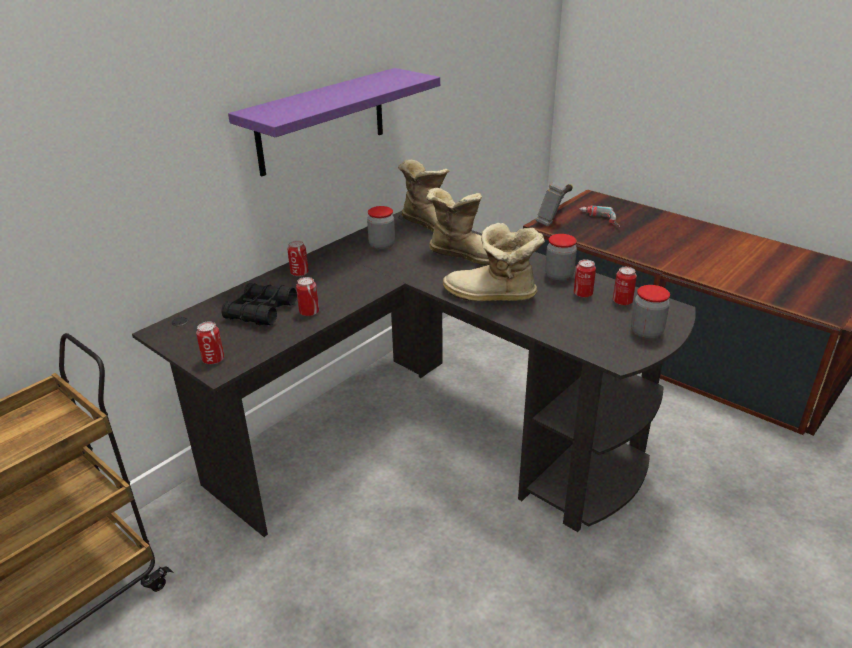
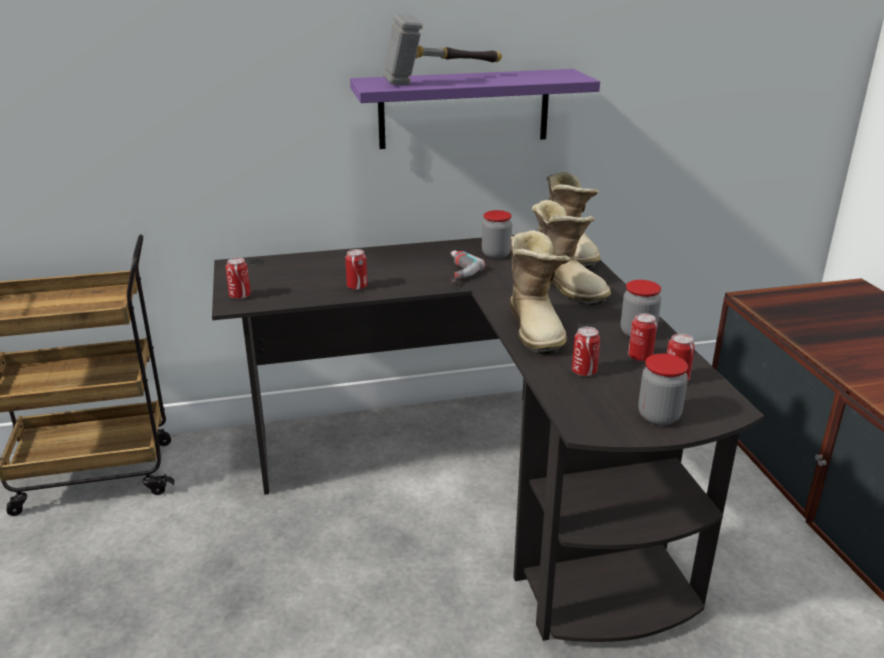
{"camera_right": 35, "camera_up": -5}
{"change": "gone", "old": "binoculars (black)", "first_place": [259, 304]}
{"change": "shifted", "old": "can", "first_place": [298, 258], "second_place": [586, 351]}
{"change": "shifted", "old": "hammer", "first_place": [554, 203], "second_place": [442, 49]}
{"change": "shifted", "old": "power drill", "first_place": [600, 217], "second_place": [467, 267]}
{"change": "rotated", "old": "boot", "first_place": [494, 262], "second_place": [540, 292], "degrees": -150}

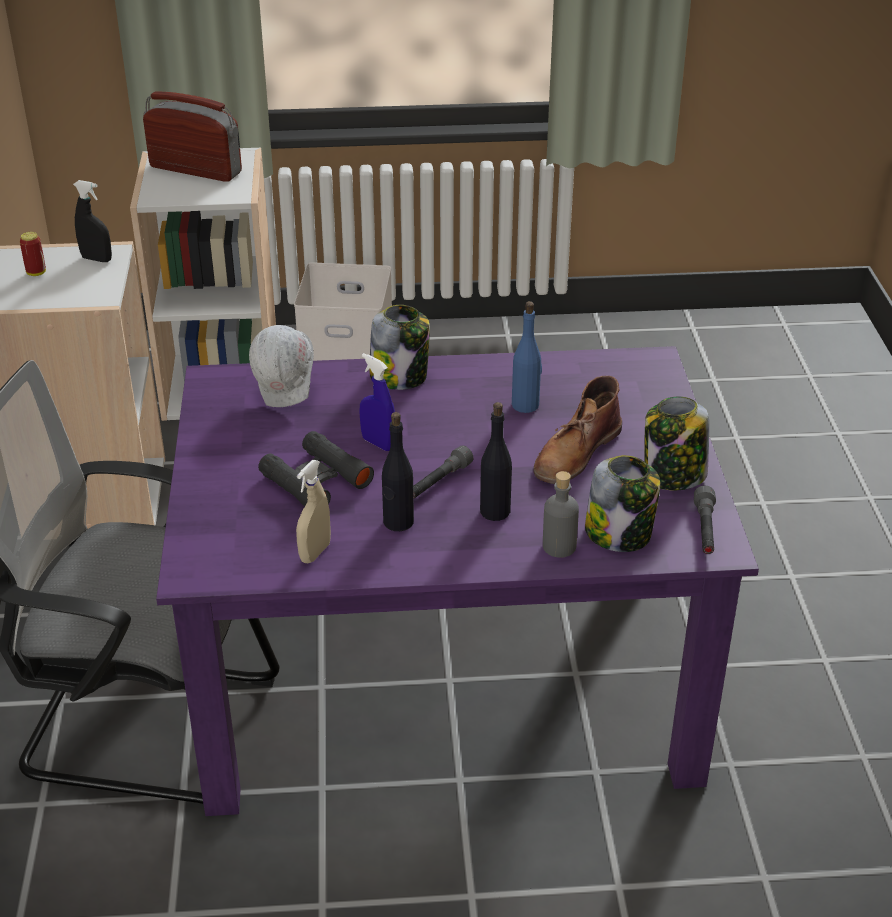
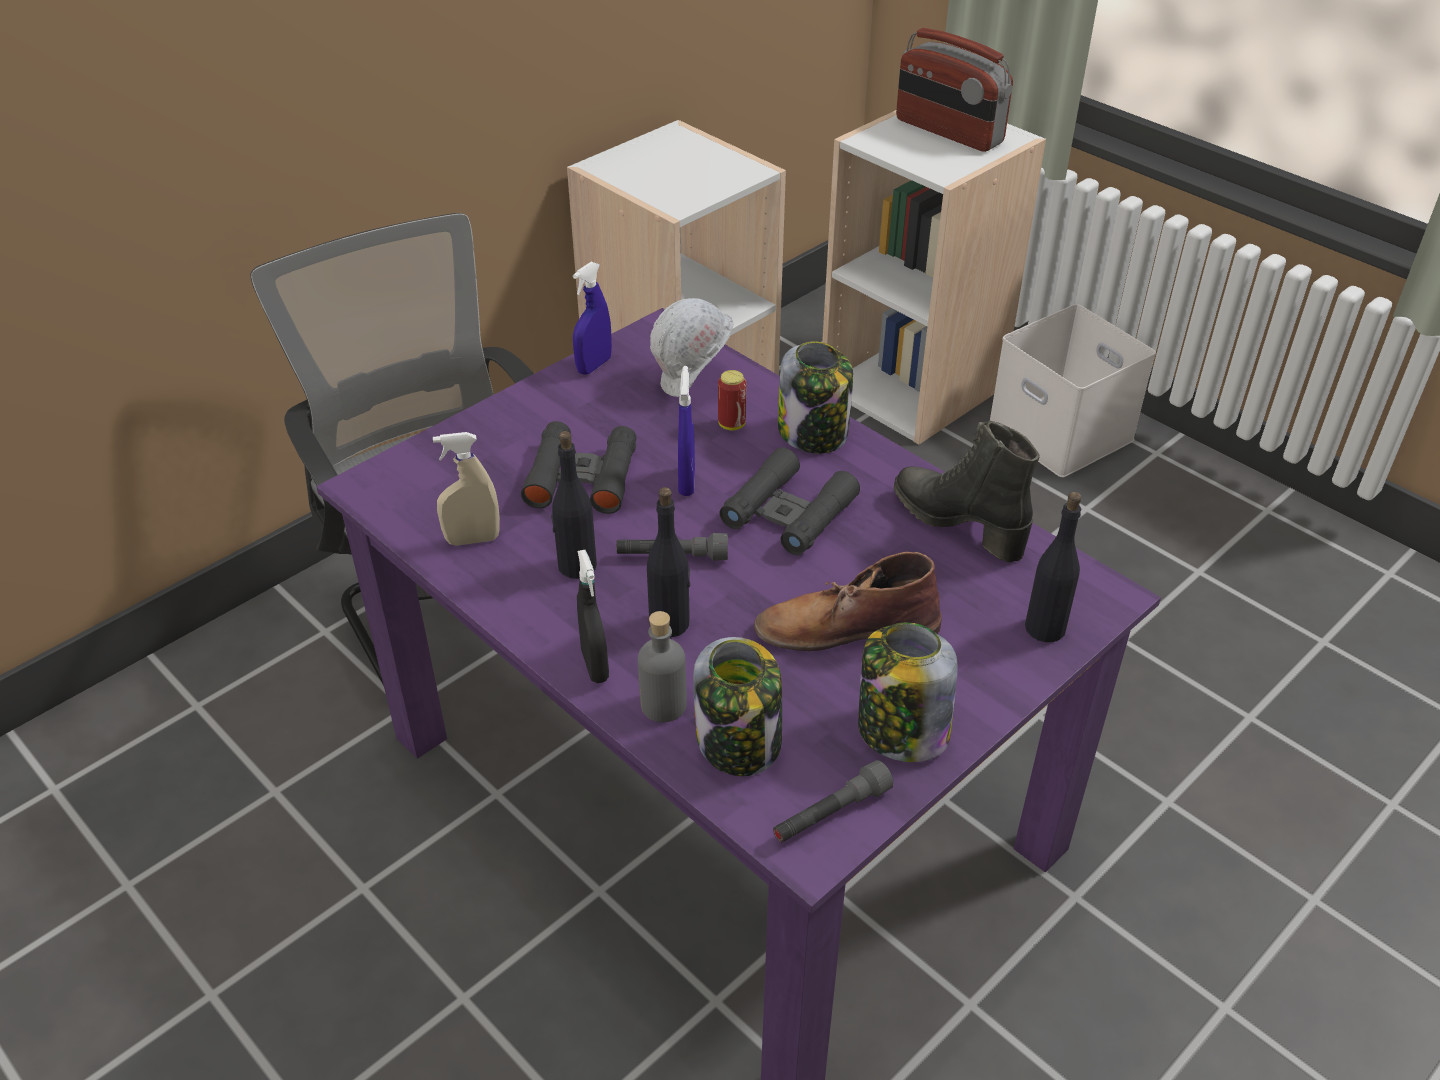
{"camera_right": 50, "camera_up": 5}
{"change": "gone", "old": "bottle (blue)", "first_place": [527, 357]}
{"change": "new", "new": "spray bottle (blue)", "second_place": [592, 318]}
{"change": "new", "new": "binoculars (black)", "second_place": [790, 501]}
{"change": "new", "new": "boot (black)", "second_place": [967, 492]}
{"change": "new", "new": "bottle (black)", "second_place": [1053, 567]}
{"change": "shifted", "old": "can", "first_place": [33, 254], "second_place": [732, 400]}
{"change": "shifted", "old": "spray bottle (black)", "first_place": [92, 221], "second_place": [593, 616]}
{"change": "rotated", "old": "radio", "first_place": [192, 136], "second_place": [954, 90], "degrees": 150}

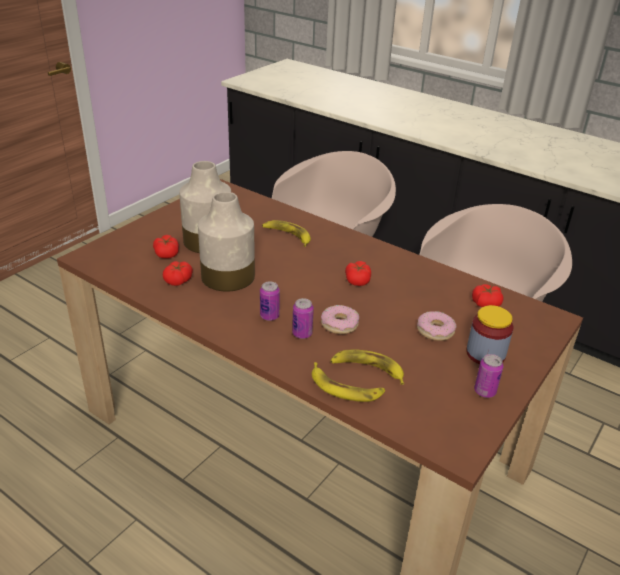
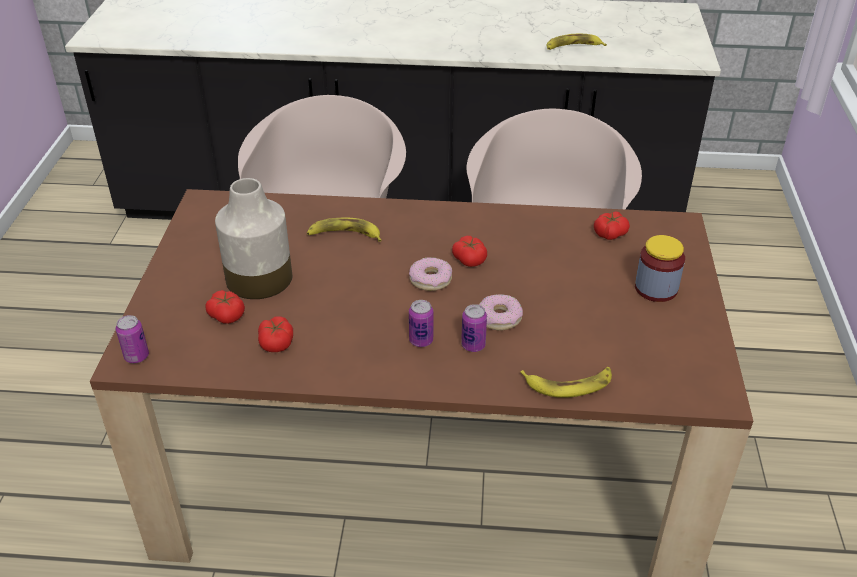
{"camera_right": -30, "camera_up": 5}
{"change": "gone", "old": "vase (beige)", "first_place": [226, 242]}
{"change": "shifted", "old": "banana", "first_place": [367, 367], "second_place": [577, 42]}
{"change": "shifted", "old": "donut", "first_place": [437, 326], "second_place": [430, 274]}
{"change": "shifted", "old": "can", "first_place": [488, 376], "second_place": [132, 339]}

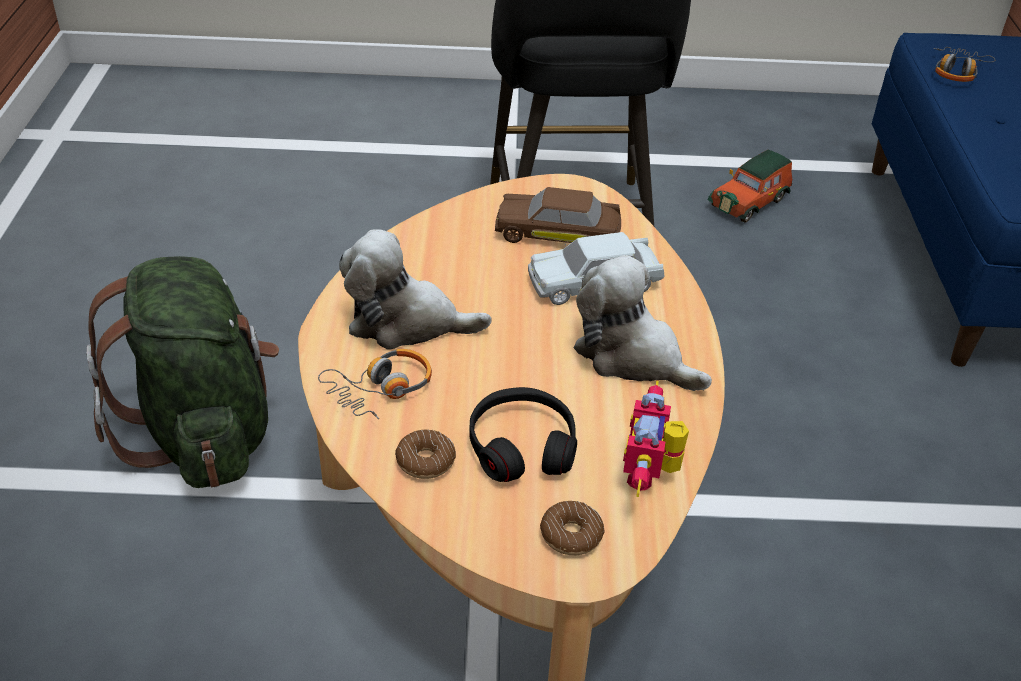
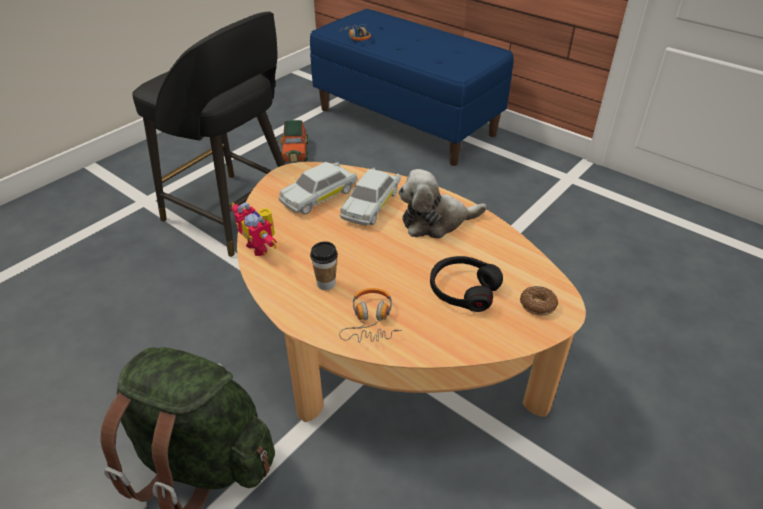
{"camera_right": -50, "camera_up": 0}
{"change": "gone", "old": "donut", "first_place": [425, 454]}
{"change": "shifted", "old": "toy robot", "first_place": [656, 438], "second_place": [254, 229]}
{"change": "swapped", "old": "plush toy", "new": "cup", "first_place": [415, 289], "second_place": [324, 265]}
{"change": "repainted", "old": "toy car (brown)", "new": "toy car (white)", "first_place": [558, 215], "second_place": [318, 188]}

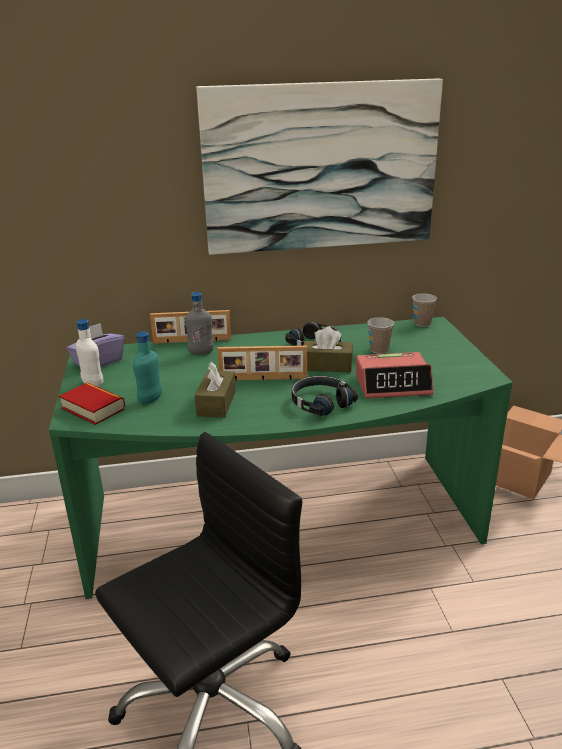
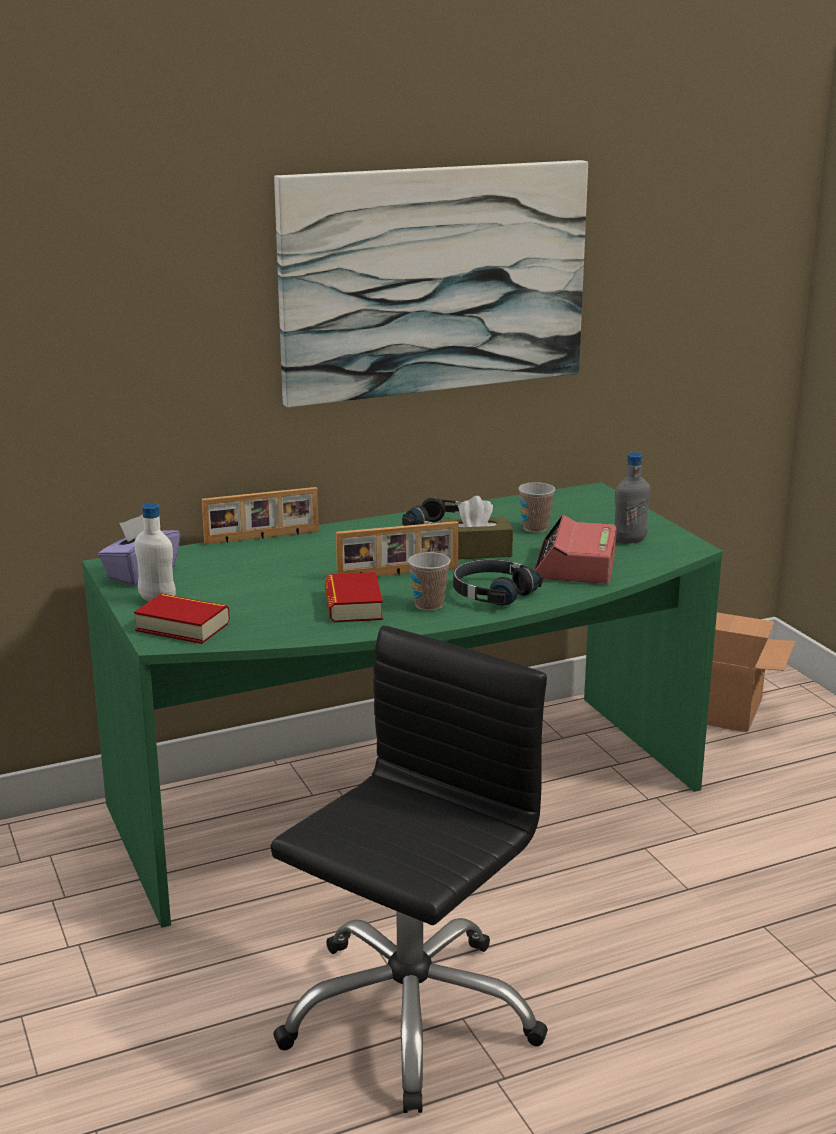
{"camera_right": -15, "camera_up": -5}
{"change": "gone", "old": "bottle (turquoise)", "first_place": [147, 368]}
{"change": "shifted", "old": "bottle (grey)", "first_place": [199, 323], "second_place": [632, 498]}
{"change": "shifted", "old": "cup", "first_place": [424, 310], "second_place": [429, 581]}
{"change": "swapped", "old": "tissue box (brown)", "new": "book", "first_place": [215, 390], "second_place": [354, 597]}
{"change": "rotated", "old": "alarm clock", "first_place": [395, 375], "second_place": [575, 549], "degrees": 120}

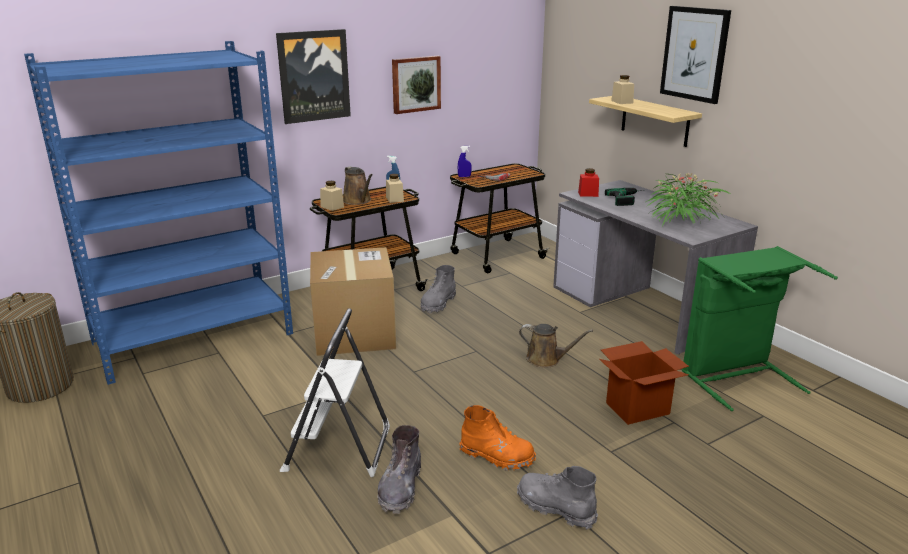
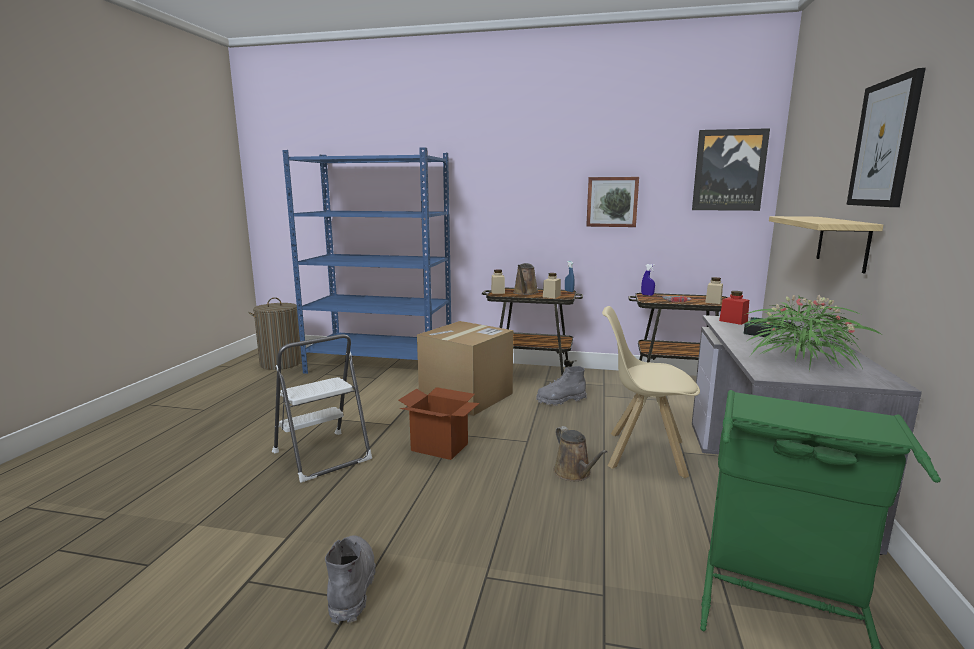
{"camera_right": 45, "camera_up": -10}
{"change": "gone", "old": "boot (grey)", "first_place": [399, 469]}
{"change": "gone", "old": "boot (orange)", "first_place": [497, 438]}
{"change": "new", "new": "chair (beige)", "second_place": [651, 392]}
{"change": "shifted", "old": "picture", "first_place": [313, 76], "second_place": [731, 169]}
{"change": "shifted", "old": "cardboard box", "first_place": [644, 383], "second_place": [439, 423]}
{"change": "shifted", "old": "jar (beige)", "first_place": [622, 89], "second_place": [714, 290]}

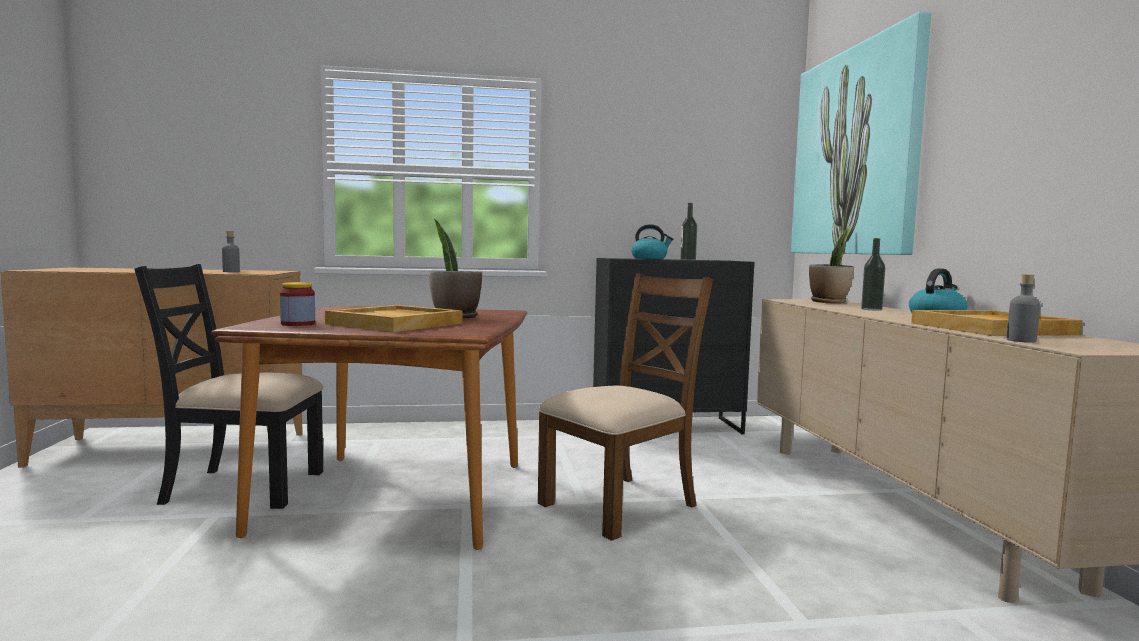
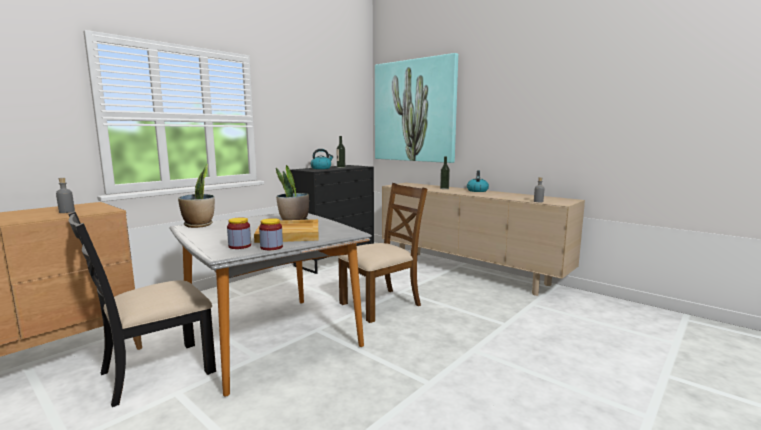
{"camera_right": -40, "camera_up": 5}
{"change": "gone", "old": "tray (beige)", "first_place": [997, 323]}
{"change": "new", "new": "jar", "second_place": [271, 234]}
{"change": "shifted", "old": "potted plant", "first_place": [831, 264], "second_place": [196, 196]}
{"change": "repainted", "old": "dining table (brown)", "new": "dining table (grey)", "first_place": [369, 428], "second_place": [270, 305]}
{"change": "rotated", "old": "chair (brown)", "first_place": [625, 407], "second_place": [382, 253], "degrees": 45}

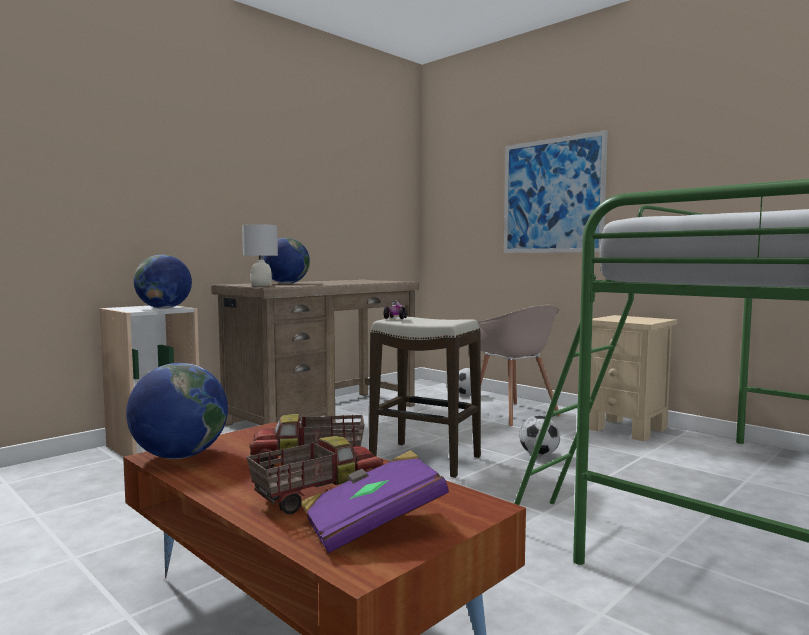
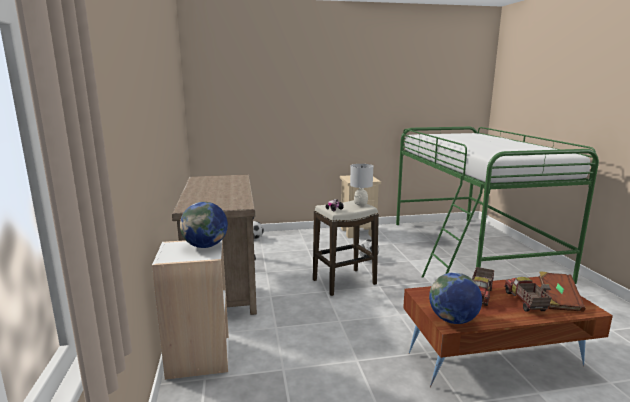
{"camera_right": -55, "camera_up": 10}
{"change": "gone", "old": "globe", "first_place": [286, 261]}
{"change": "gone", "old": "chair (beige)", "first_place": [519, 365]}
{"change": "gone", "old": "picture", "first_place": [556, 191]}
{"change": "shifted", "old": "table lamp (grey)", "first_place": [260, 255], "second_place": [361, 185]}
{"change": "repainted", "old": "book (purple)", "new": "book (brown)", "first_place": [375, 501], "second_place": [562, 291]}

